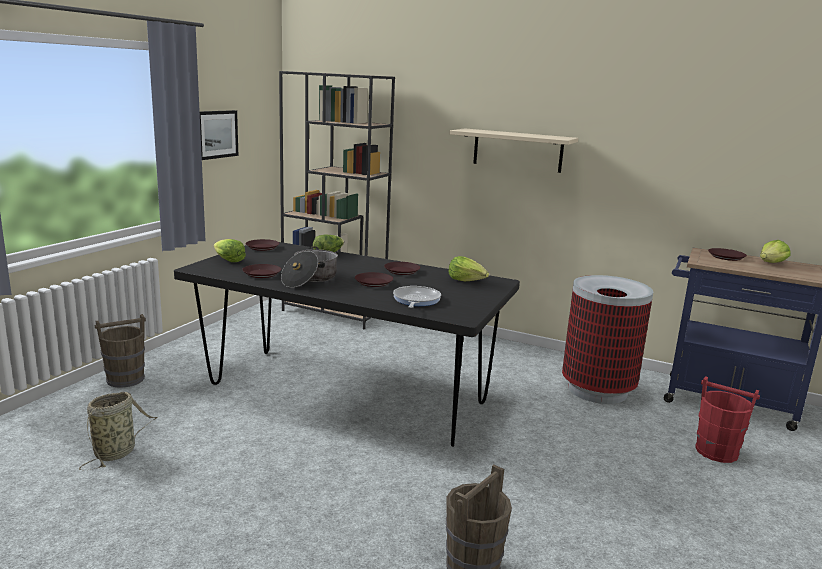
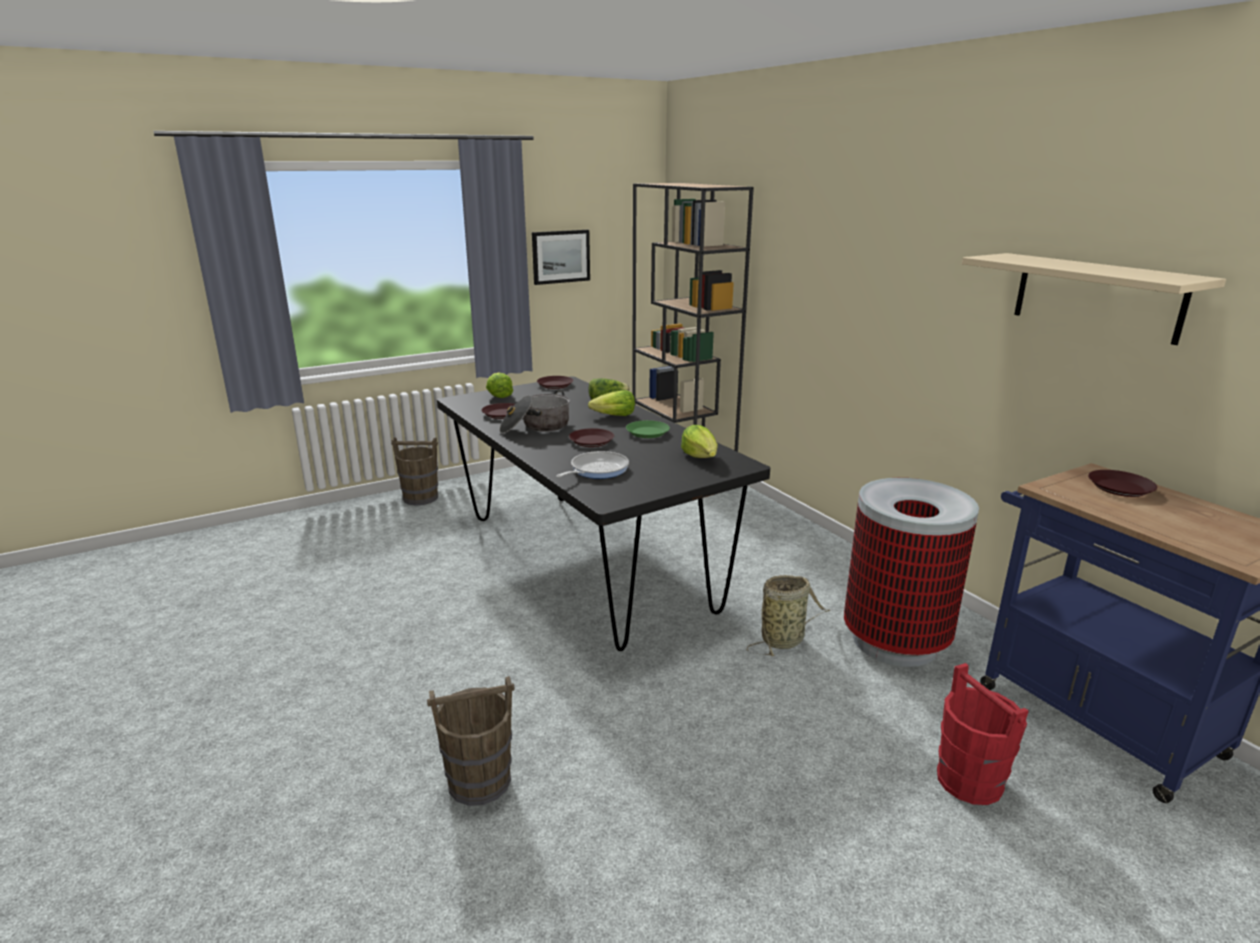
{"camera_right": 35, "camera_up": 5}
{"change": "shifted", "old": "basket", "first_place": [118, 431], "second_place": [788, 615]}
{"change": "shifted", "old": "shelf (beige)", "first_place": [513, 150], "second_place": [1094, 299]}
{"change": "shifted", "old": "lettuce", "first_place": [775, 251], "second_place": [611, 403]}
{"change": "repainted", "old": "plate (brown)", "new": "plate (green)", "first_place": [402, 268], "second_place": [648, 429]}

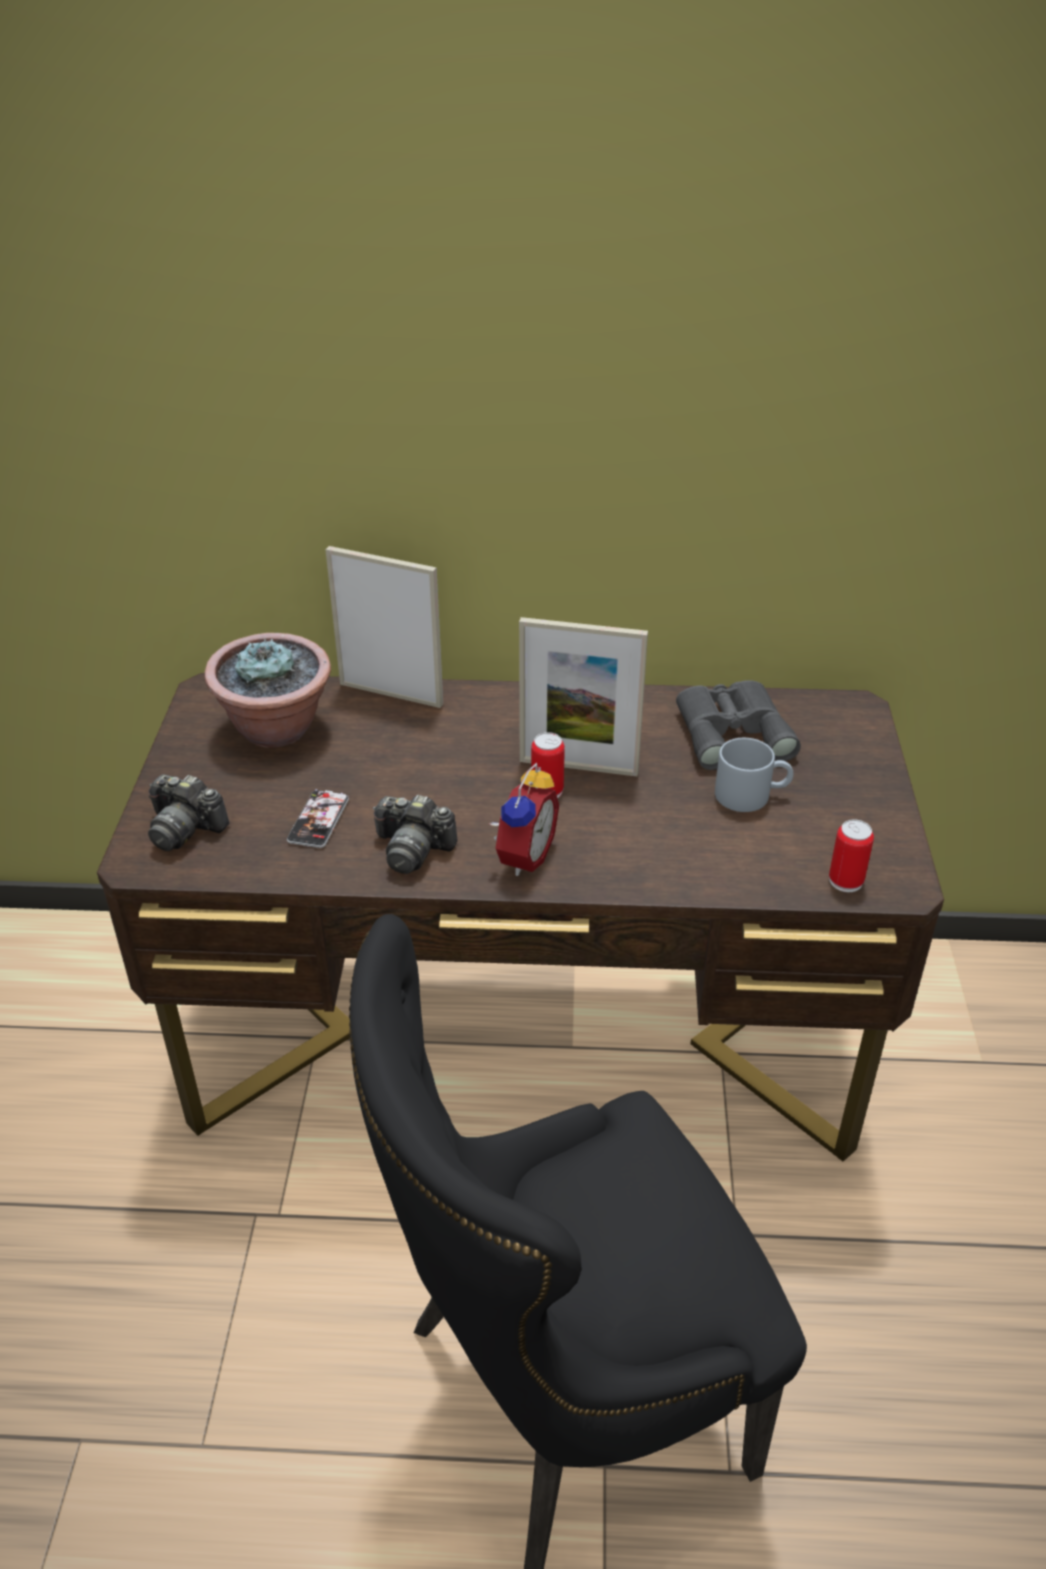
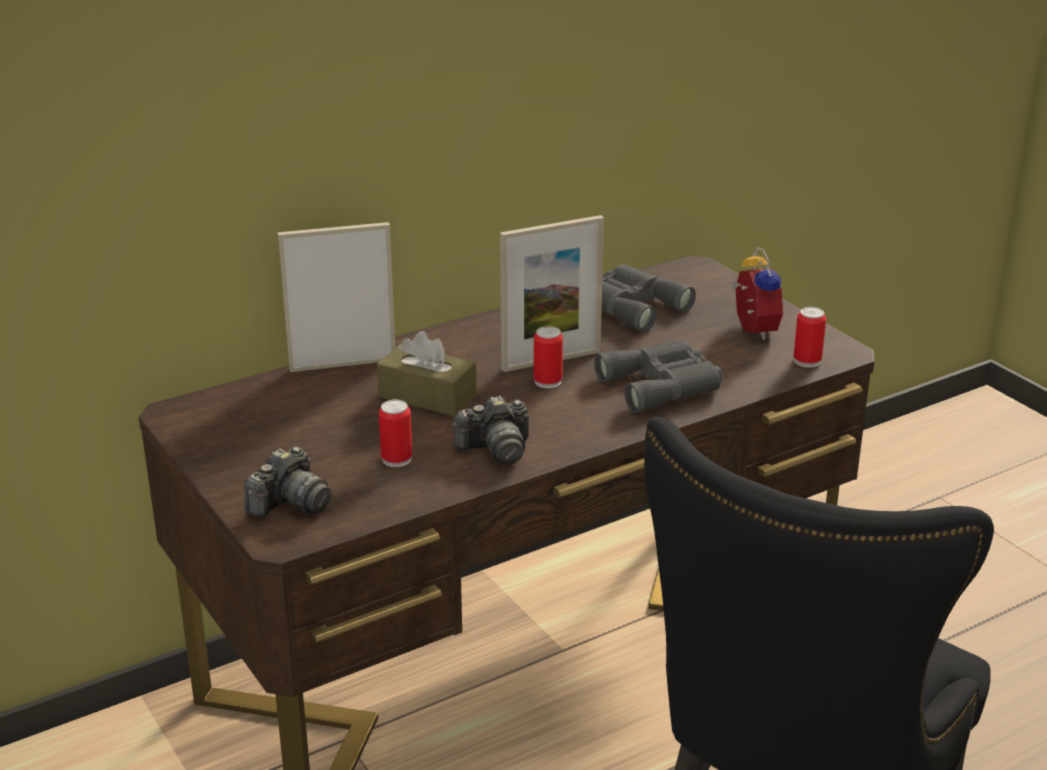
{"camera_right": -35, "camera_up": -10}
{"change": "gone", "old": "potted plant", "first_place": [267, 690]}
{"change": "gone", "old": "mug (grey)", "first_place": [754, 775]}
{"change": "new", "new": "tissue box (brown)", "second_place": [427, 373]}
{"change": "new", "new": "binoculars (grey)", "second_place": [658, 376]}
{"change": "shifted", "old": "alarm clock", "first_place": [524, 819], "second_place": [756, 293]}
{"change": "swapped", "old": "phone", "new": "can", "first_place": [318, 818], "second_place": [395, 433]}
{"change": "rotated", "old": "photo camera", "first_place": [188, 812], "second_place": [288, 482], "degrees": -45}

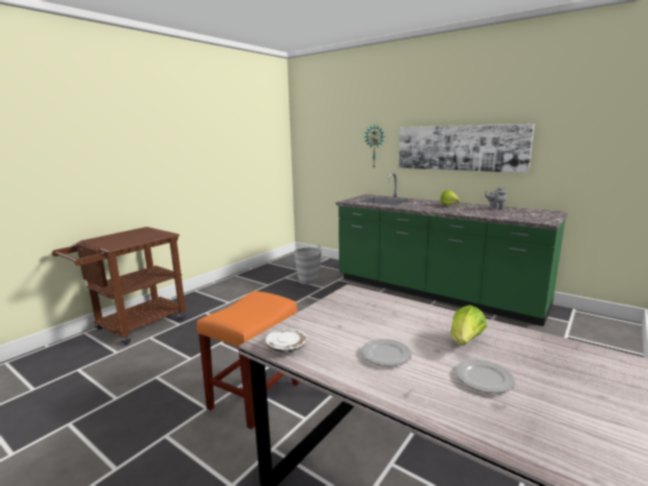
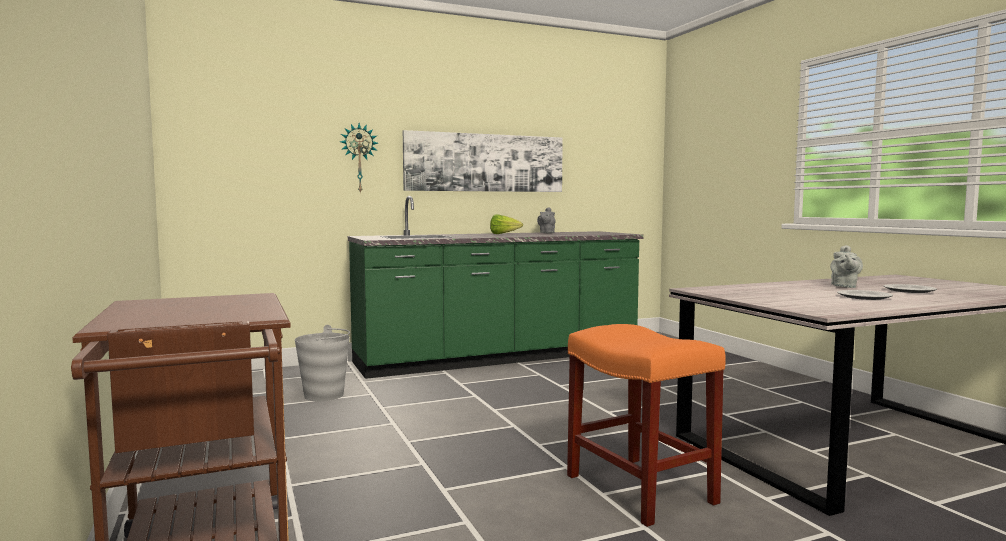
{"camera_right": -60, "camera_up": -10}
{"change": "gone", "old": "plate (white)", "first_place": [286, 340]}
{"change": "swapped", "old": "lettuce", "new": "teapot (grey)", "first_place": [469, 325], "second_place": [846, 266]}

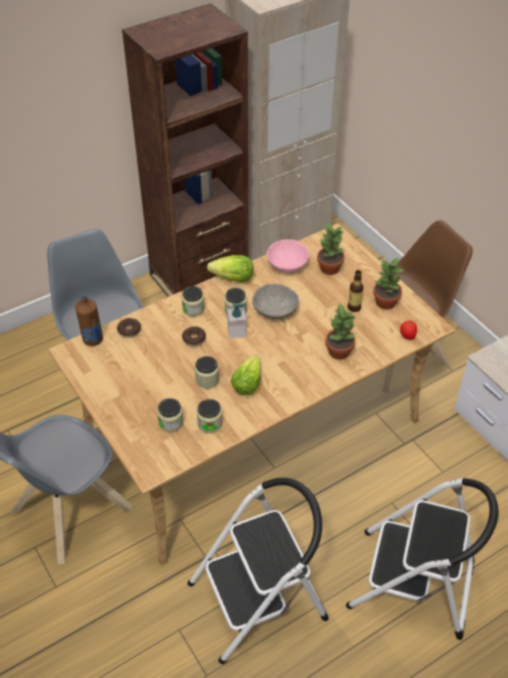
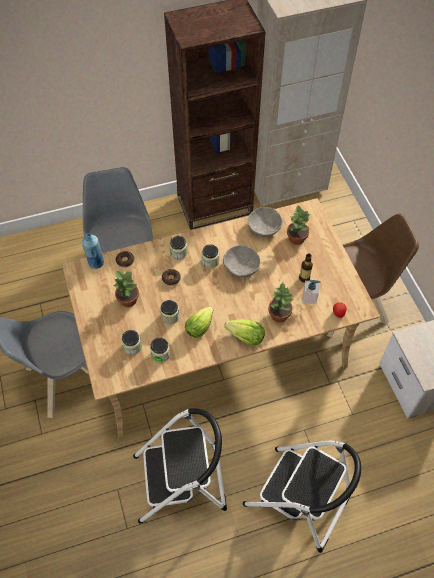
{"camera_right": 15, "camera_up": 10}
{"change": "shifted", "old": "lettuce", "first_place": [230, 268], "second_place": [244, 332]}
{"change": "shifted", "old": "soap dispenser", "first_place": [237, 321], "second_place": [311, 292]}
{"change": "shifted", "old": "potted plant", "first_place": [389, 283], "second_place": [126, 289]}
{"change": "repainted", "old": "bottle (brown)", "new": "bottle (blue)", "first_place": [89, 320], "second_place": [93, 251]}
{"change": "repainted", "old": "bowl (pink)", "new": "bowl (grey)", "first_place": [288, 256], "second_place": [265, 222]}

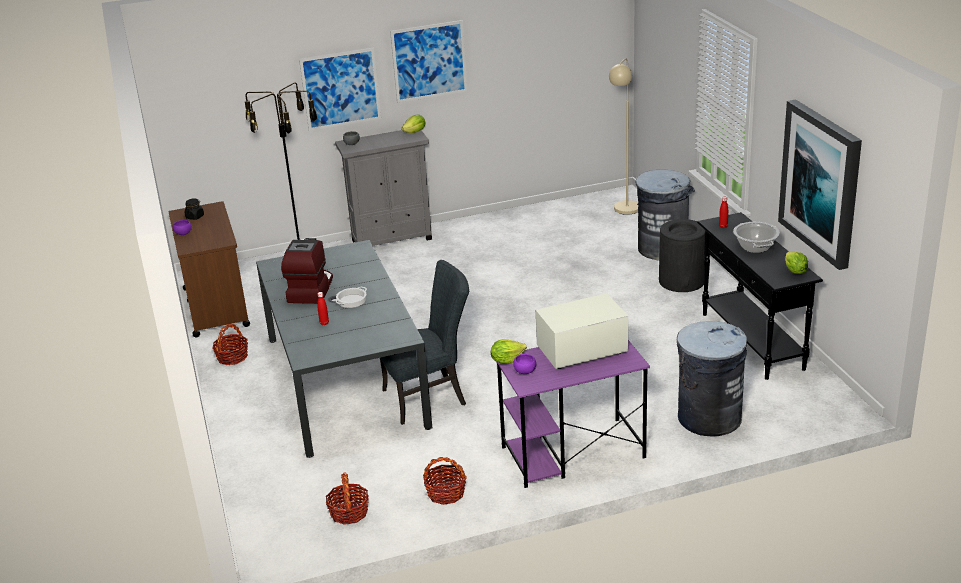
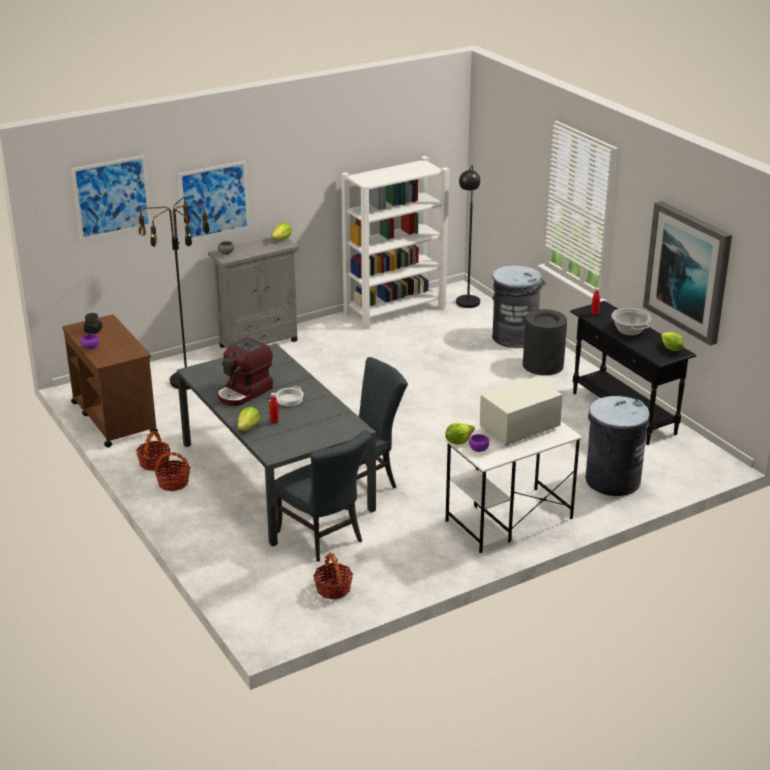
{"camera_right": -15, "camera_up": 0}
{"change": "new", "new": "lettuce", "second_place": [248, 419]}
{"change": "new", "new": "chair (grey)", "second_place": [323, 496]}
{"change": "new", "new": "bookcase (white)", "second_place": [395, 243]}
{"change": "shifted", "old": "picture", "first_place": [428, 61], "second_place": [112, 198]}
{"change": "shifted", "old": "basket", "first_place": [445, 481], "second_place": [172, 471]}
{"change": "repainted", "old": "desk (purple)", "new": "desk (white)", "first_place": [573, 414], "second_place": [513, 487]}
{"change": "repainted", "old": "floor lamp (beige)", "new": "floor lamp (black)", "first_place": [623, 136], "second_place": [468, 236]}
{"change": "rotated", "old": "coffee machine", "first_place": [307, 271], "second_place": [245, 372], "degrees": -135}

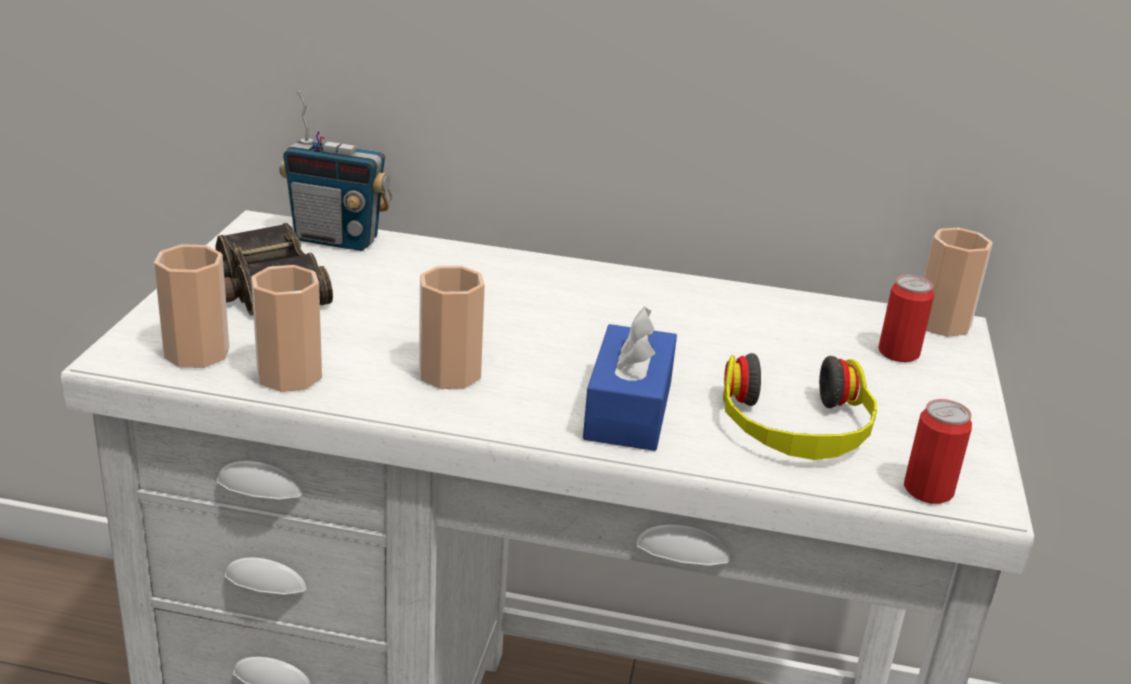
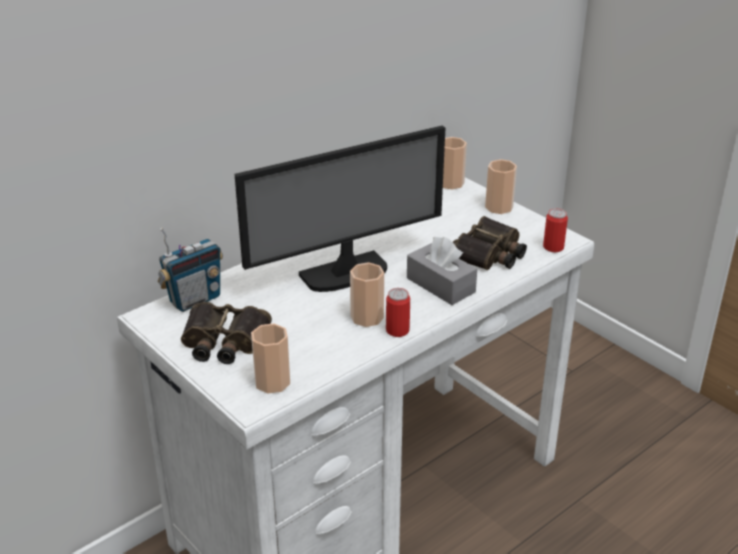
{"camera_right": -50, "camera_up": 5}
{"change": "new", "new": "monitor", "second_place": [340, 208]}
{"change": "shifted", "old": "cup", "first_place": [286, 328], "second_place": [501, 186]}
{"change": "shifted", "old": "can", "first_place": [906, 318], "second_place": [398, 312]}
{"change": "swapped", "old": "headphones", "new": "binoculars", "first_place": [800, 406], "second_place": [490, 243]}
{"change": "repainted", "old": "tissue box (blue)", "new": "tissue box (grey)", "first_place": [630, 378], "second_place": [442, 271]}

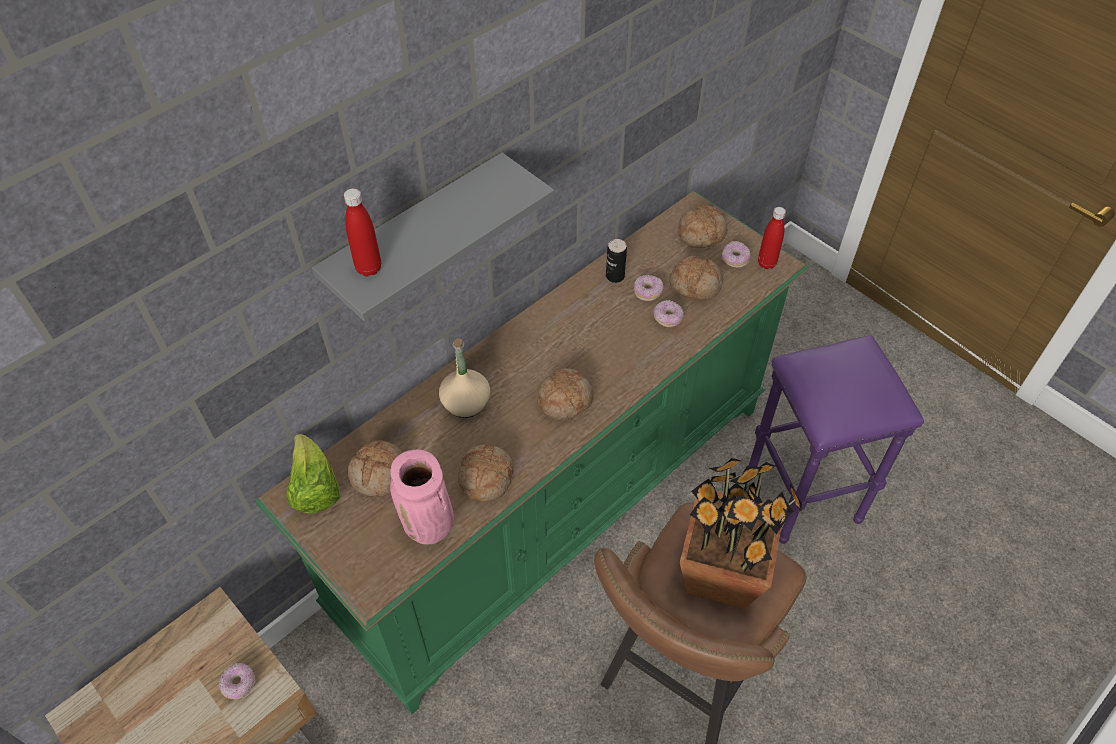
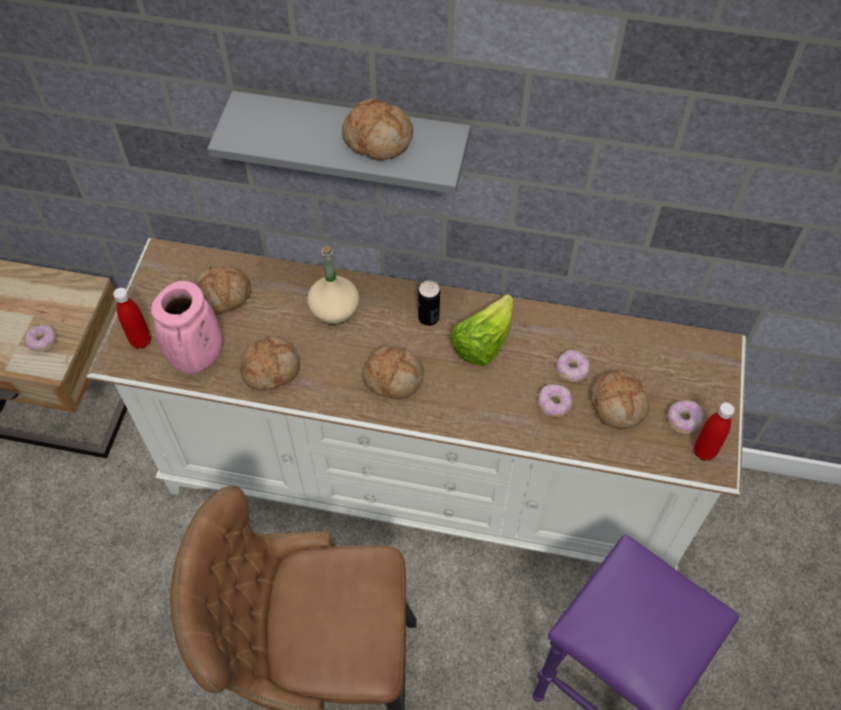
{"camera_right": 55, "camera_up": 5}
{"change": "gone", "old": "potted plant", "first_place": [741, 533]}
{"change": "shifted", "old": "lettuce", "first_place": [312, 474], "second_place": [481, 330]}
{"change": "shifted", "old": "bottle (red)", "first_place": [362, 232], "second_place": [132, 318]}
{"change": "shifted", "old": "can", "first_place": [616, 261], "second_place": [429, 303]}
{"change": "shifted", "old": "bread", "first_place": [703, 226], "second_place": [377, 129]}
{"change": "repainted", "old": "cabinet (green)", "new": "cabinet (white)", "first_place": [532, 452], "second_place": [416, 404]}

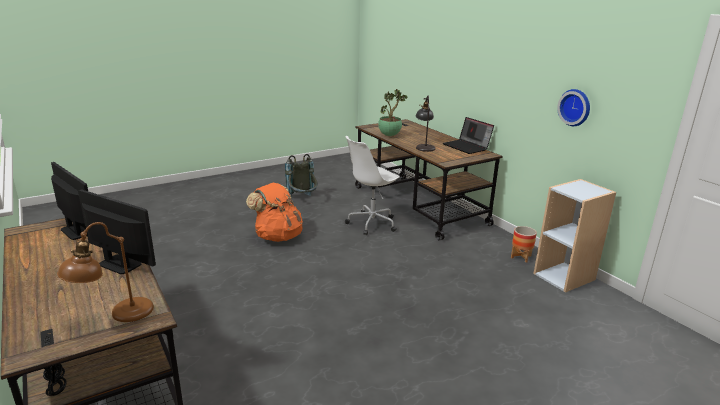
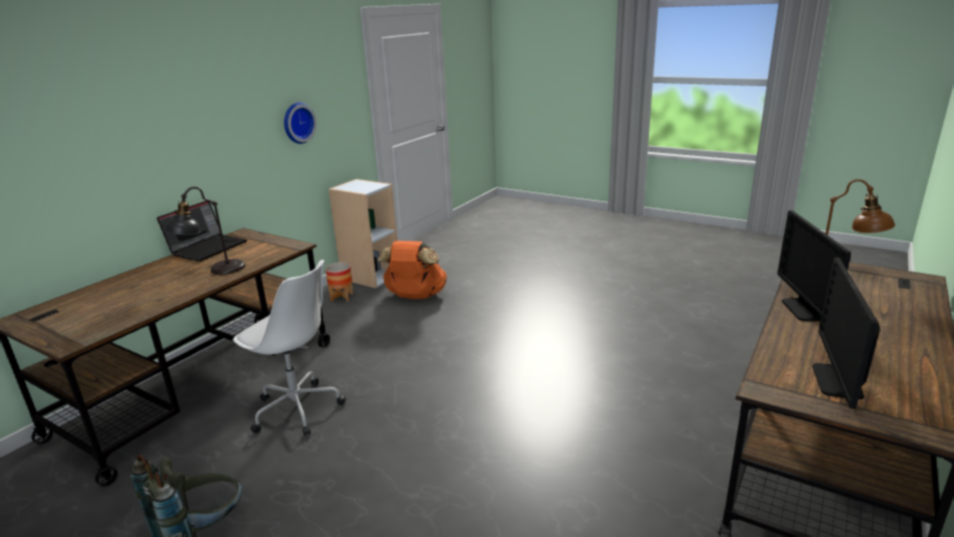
{"camera_right": -115, "camera_up": 0}
{"change": "gone", "old": "potted plant", "first_place": [393, 112]}
{"change": "shifted", "old": "backpack (orange)", "first_place": [274, 212], "second_place": [412, 270]}

